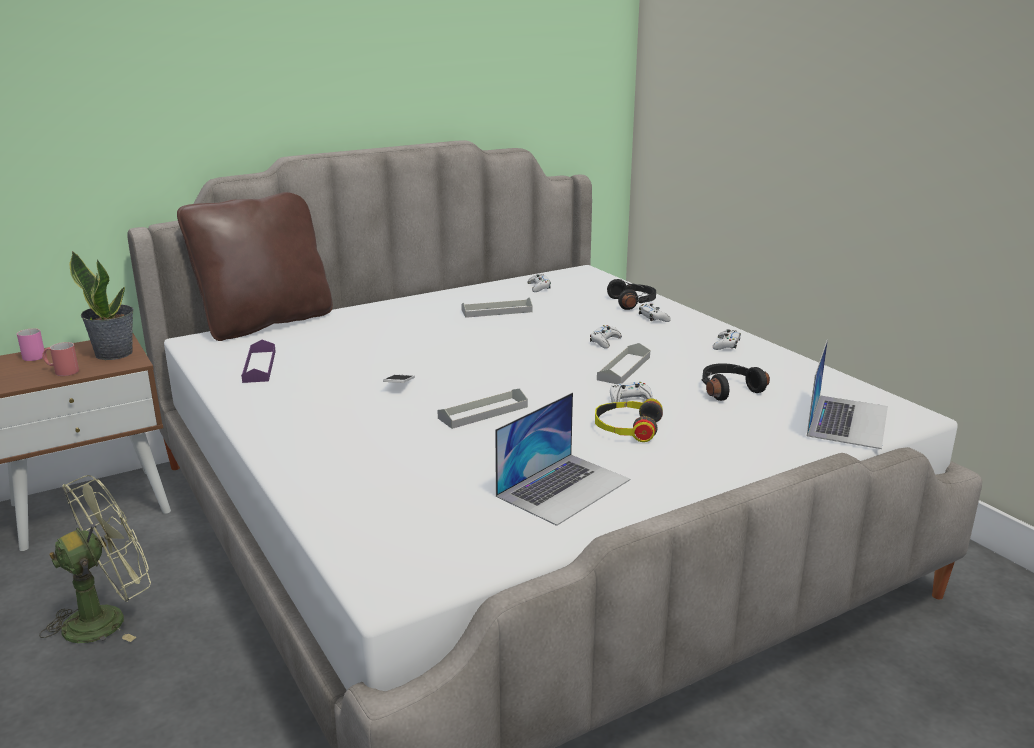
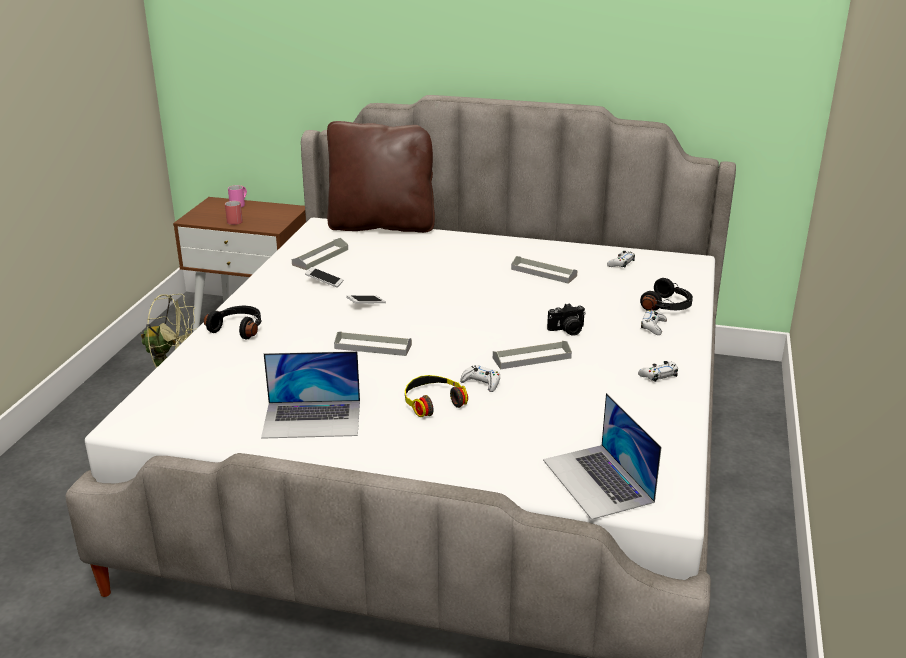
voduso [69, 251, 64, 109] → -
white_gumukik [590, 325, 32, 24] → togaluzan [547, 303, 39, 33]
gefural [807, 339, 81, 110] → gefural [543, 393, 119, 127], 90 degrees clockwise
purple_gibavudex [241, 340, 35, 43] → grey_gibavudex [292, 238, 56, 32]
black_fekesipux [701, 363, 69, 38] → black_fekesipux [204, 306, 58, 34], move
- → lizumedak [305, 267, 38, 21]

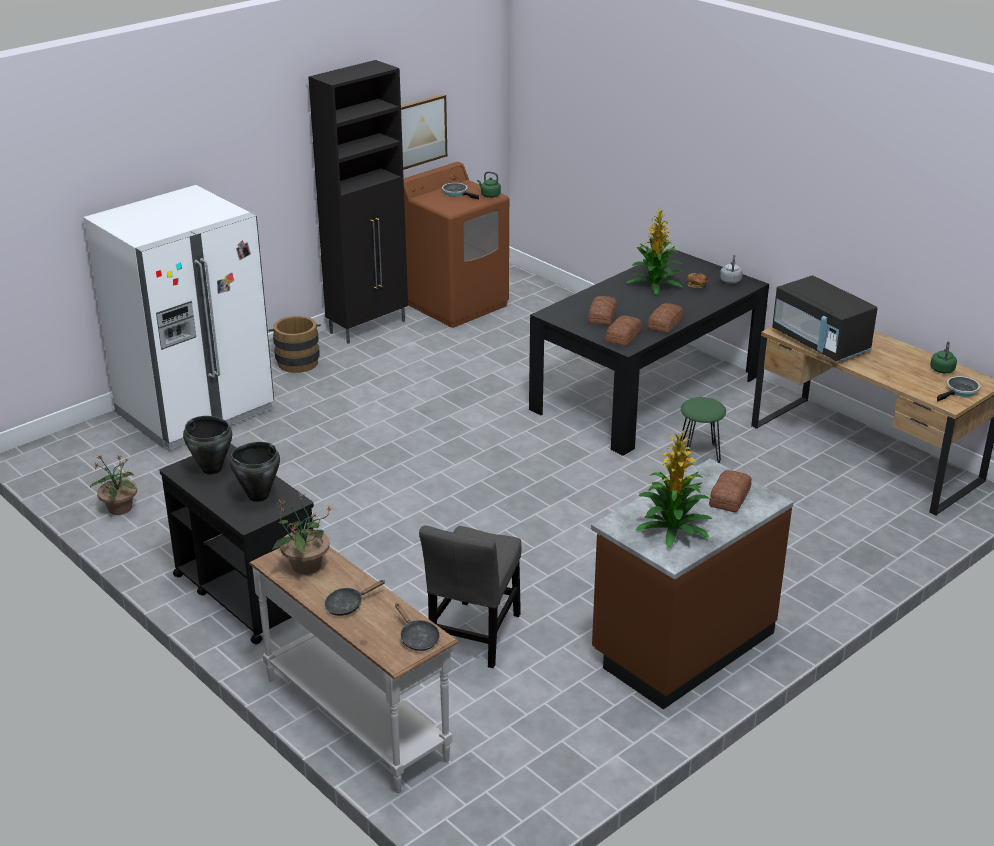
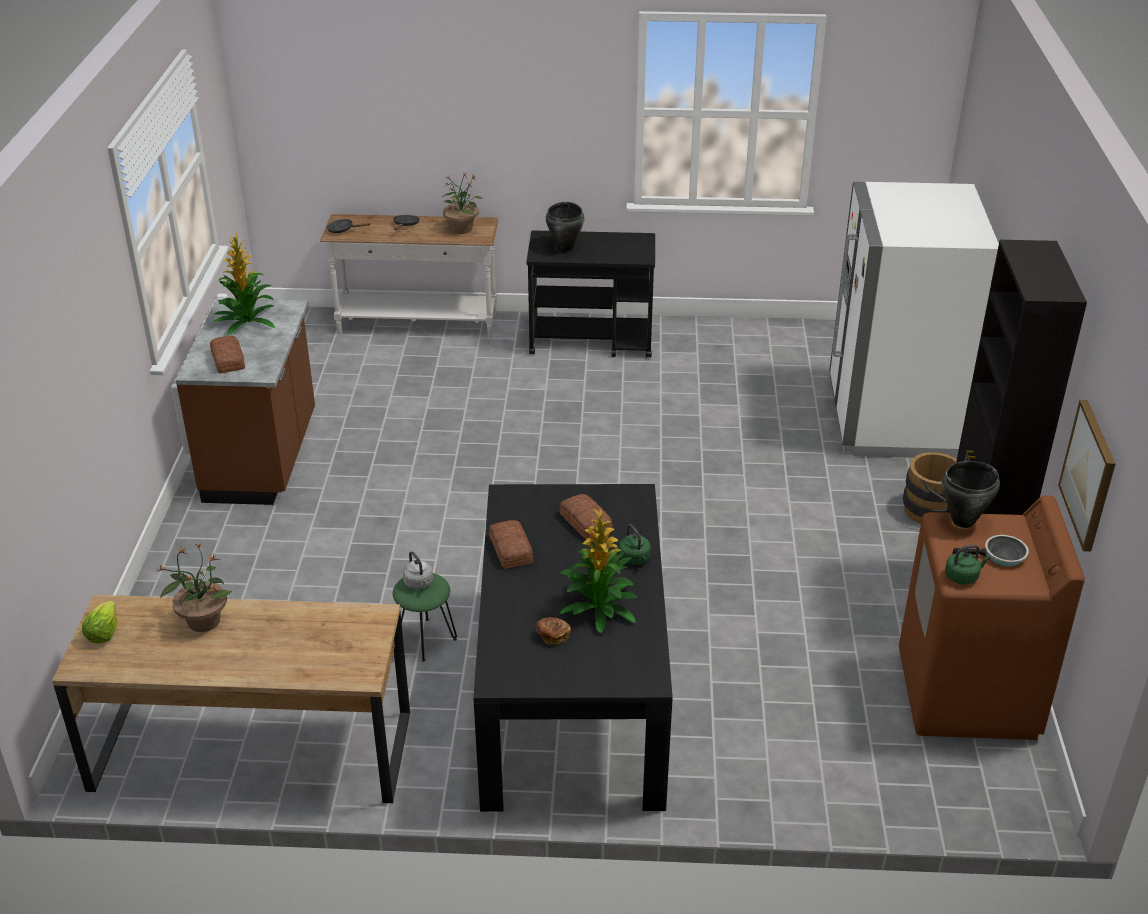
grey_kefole [720, 255, 23, 29] → grey_kefole [403, 551, 30, 38], move
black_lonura [772, 275, 106, 86] → -
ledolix [606, 316, 36, 30] → -
green_kefole [930, 341, 27, 32] → green_kefole [619, 524, 32, 41], move
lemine [937, 376, 43, 26] → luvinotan [82, 601, 35, 43]
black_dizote [183, 416, 49, 59] → black_dizote [942, 461, 58, 67], move
voduso [90, 454, 47, 61] → voduso [156, 543, 76, 89], move
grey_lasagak [419, 525, 102, 143] → -

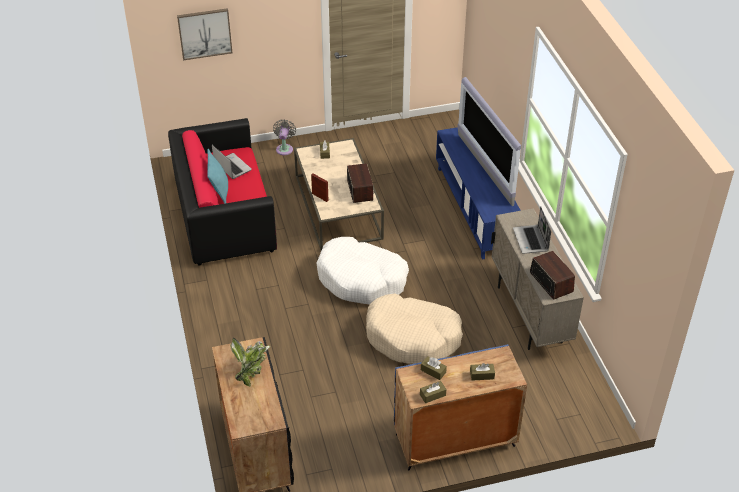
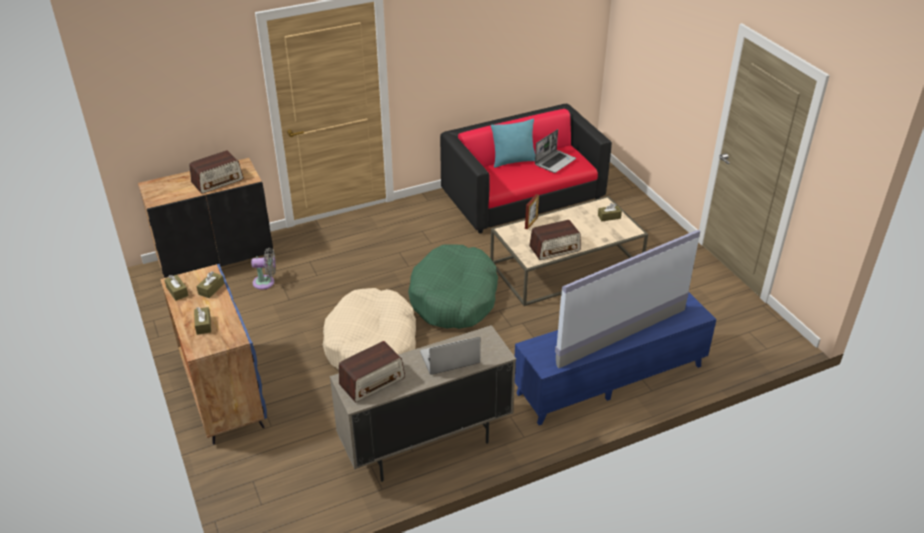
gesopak [177, 8, 56, 52] → -
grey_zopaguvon [273, 119, 23, 36] → grey_zopaguvon [251, 248, 25, 42], move
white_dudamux [316, 237, 93, 68] → green_dudamux [408, 244, 90, 85]
voduso [230, 338, 40, 49] → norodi [189, 150, 54, 44]

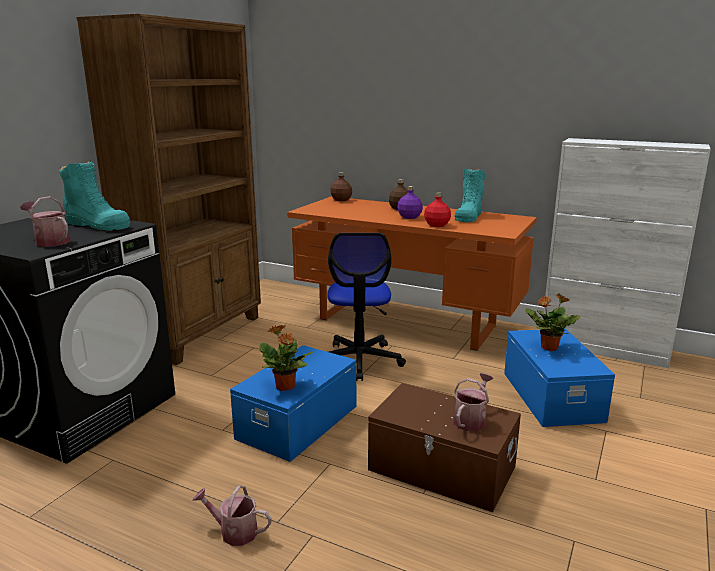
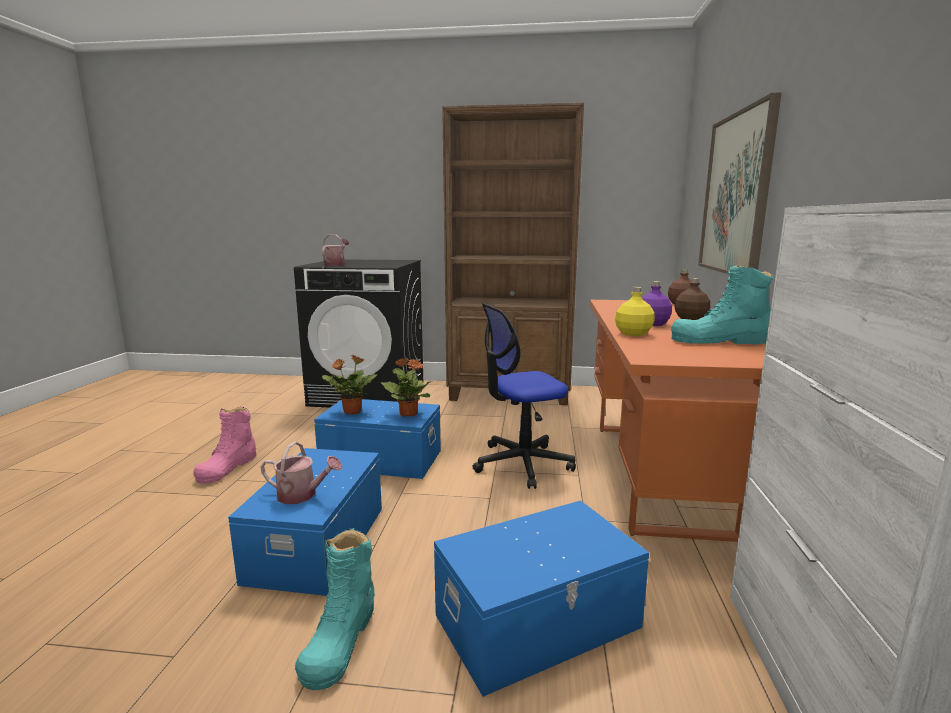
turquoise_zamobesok [59, 161, 71, 70] → turquoise_zamobesok [295, 528, 80, 162], move
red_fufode [424, 192, 27, 35] → yellow_fufode [615, 287, 40, 49]
voduso [525, 293, 56, 58] → voduso [381, 357, 51, 60], move
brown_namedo [368, 383, 153, 129] → blue_namedo [228, 448, 154, 148]
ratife [193, 486, 78, 60] → pink_zamobesok [193, 407, 63, 77]
- → gesopak [698, 92, 84, 183]

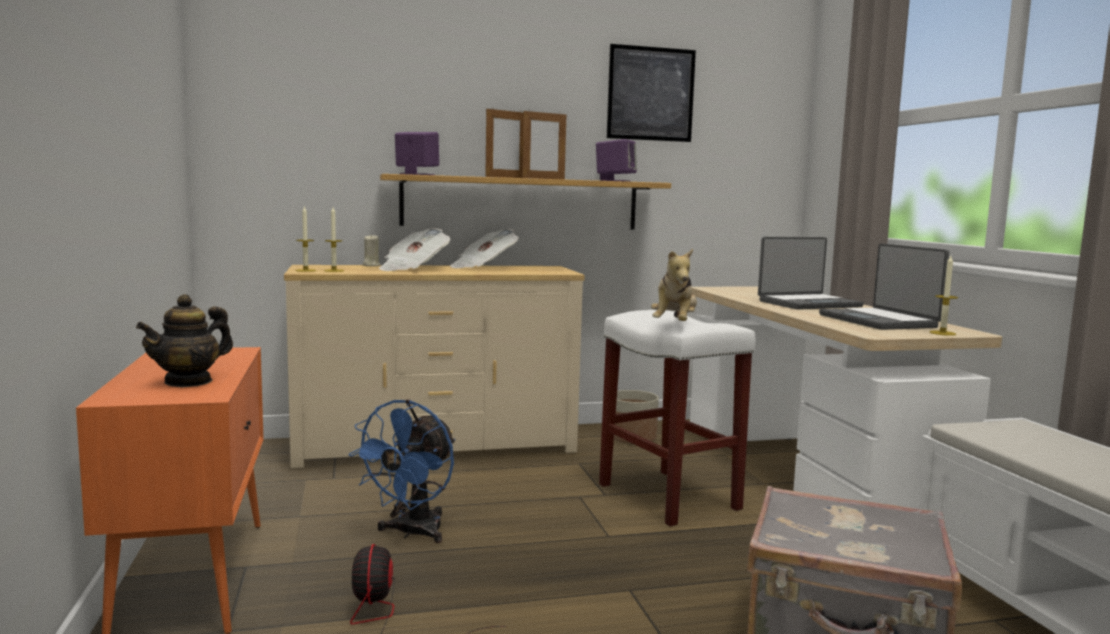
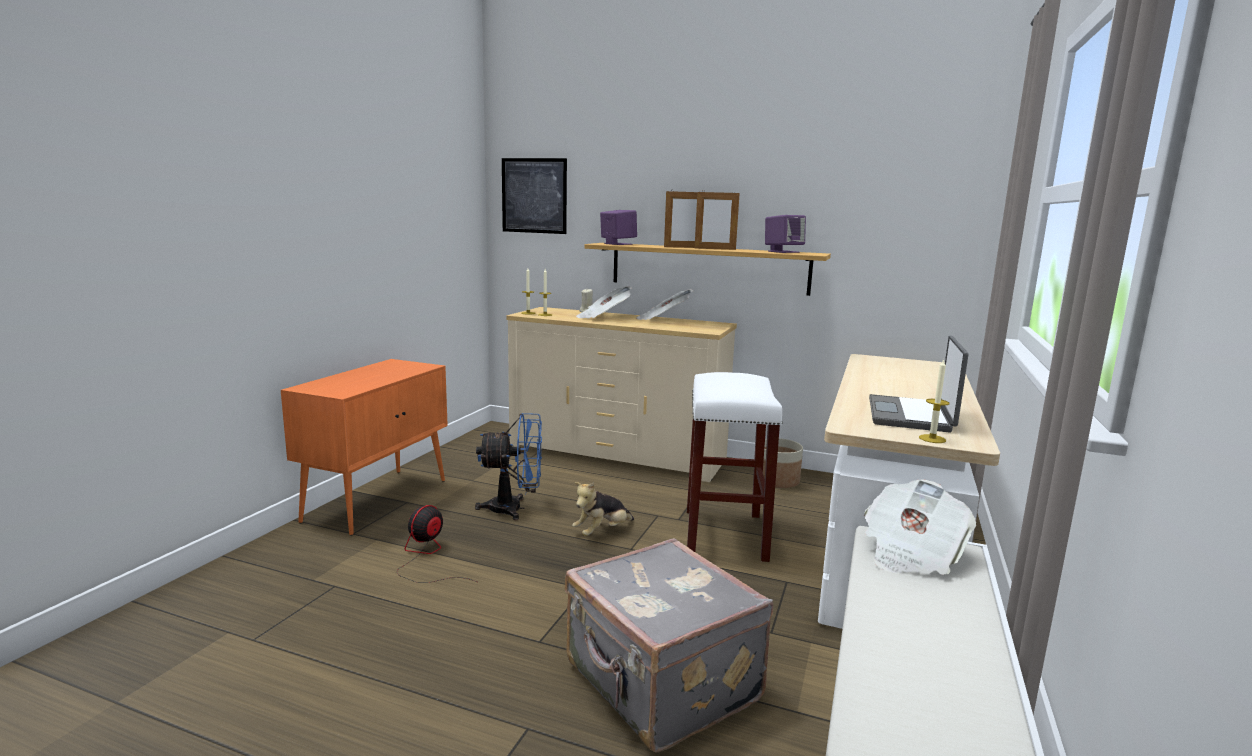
gesopak [607, 44, 89, 98] → gesopak [502, 158, 65, 76], move
gefural [758, 237, 106, 73] → -
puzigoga [651, 249, 46, 72] → puzigoga [572, 482, 62, 54], move
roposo [136, 294, 97, 93] → -
blue_zopaguvon [349, 399, 107, 144] → blue_zopaguvon [475, 413, 67, 107], 150 degrees counterclockwise
- → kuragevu [864, 479, 112, 96]

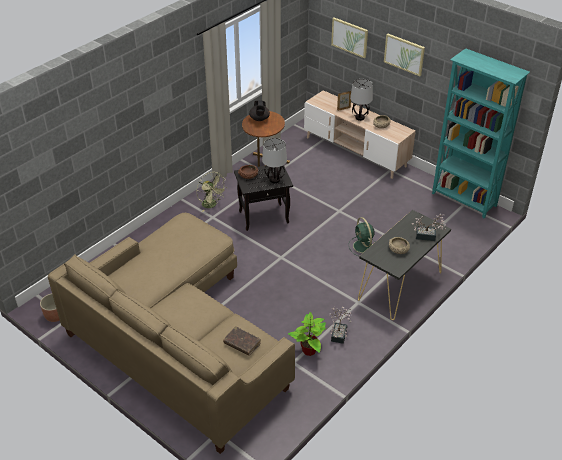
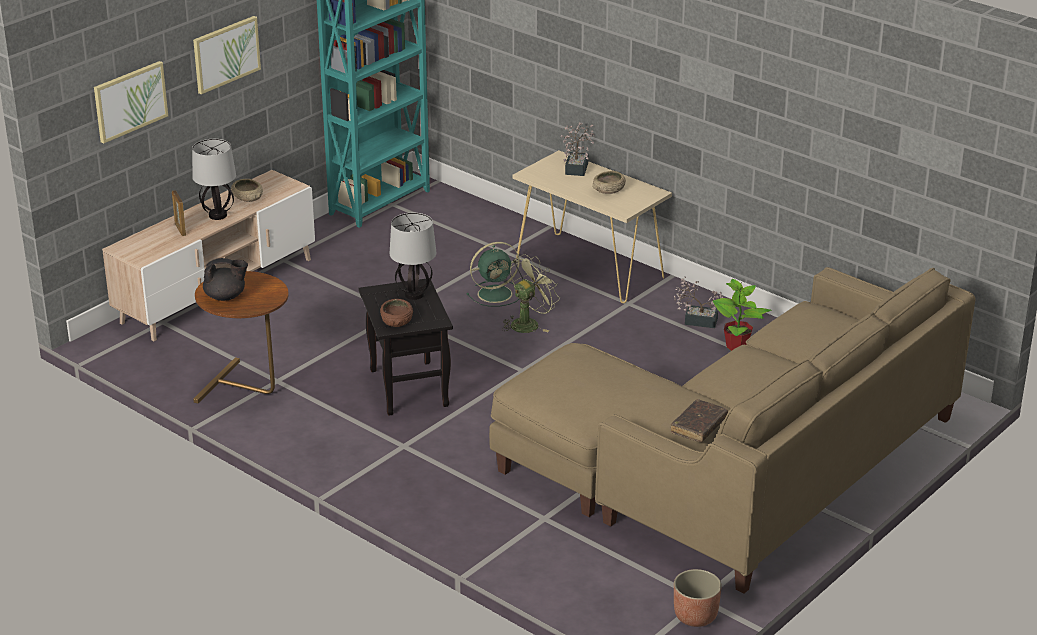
green_zopaguvon [197, 172, 29, 40] → green_zopaguvon [502, 254, 58, 79], move
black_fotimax [358, 210, 93, 110] → beige_fotimax [512, 150, 160, 153]
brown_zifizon [223, 326, 38, 30] → brown_zifizon [671, 399, 57, 43], move

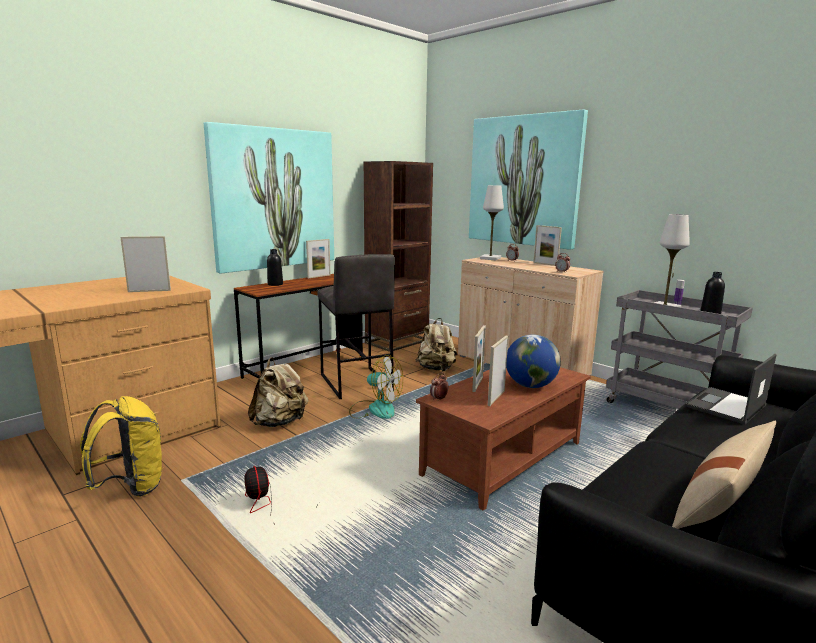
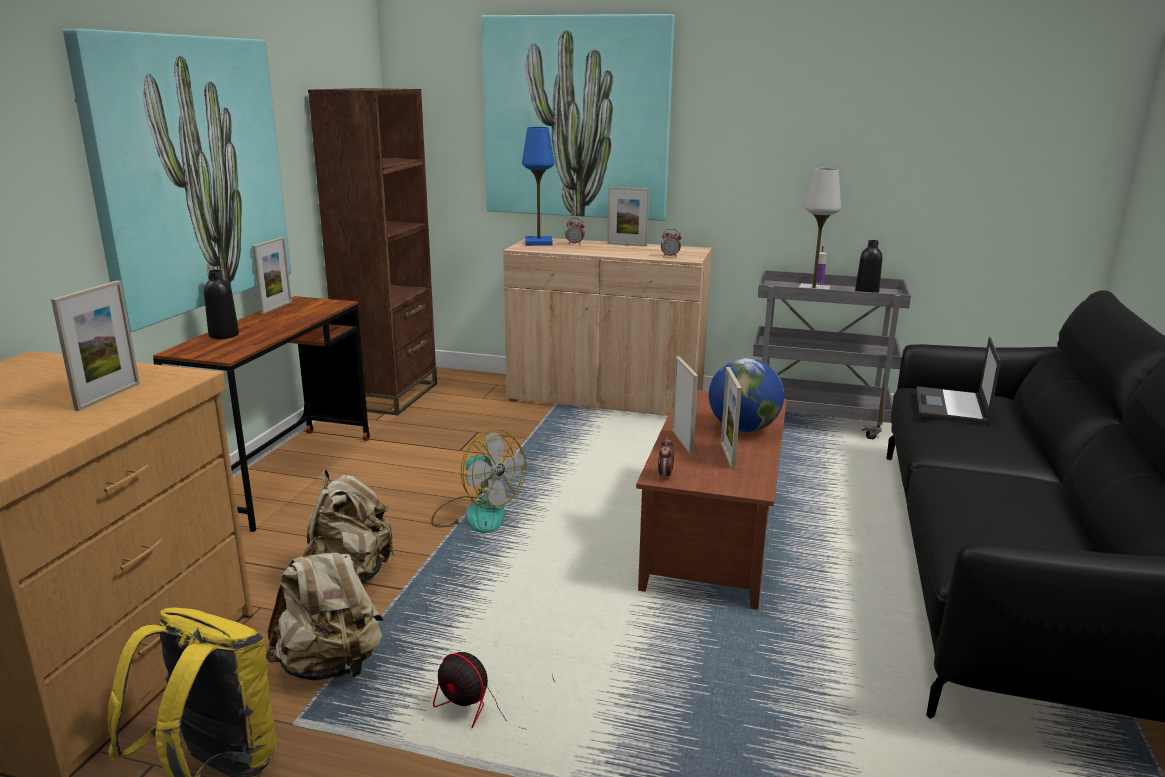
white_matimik [480, 185, 24, 75] → blue_matimik [522, 127, 32, 119]
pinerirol [120, 236, 51, 56] → pinerirol [51, 281, 89, 130], 150 degrees clockwise
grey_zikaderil [317, 254, 78, 145] → -
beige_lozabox [415, 318, 42, 54] → beige_lozabox [266, 536, 118, 145], move
zopaguvon [349, 355, 54, 64] → zopaguvon [431, 430, 95, 103], 45 degrees clockwise
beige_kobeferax [672, 421, 104, 108] → -

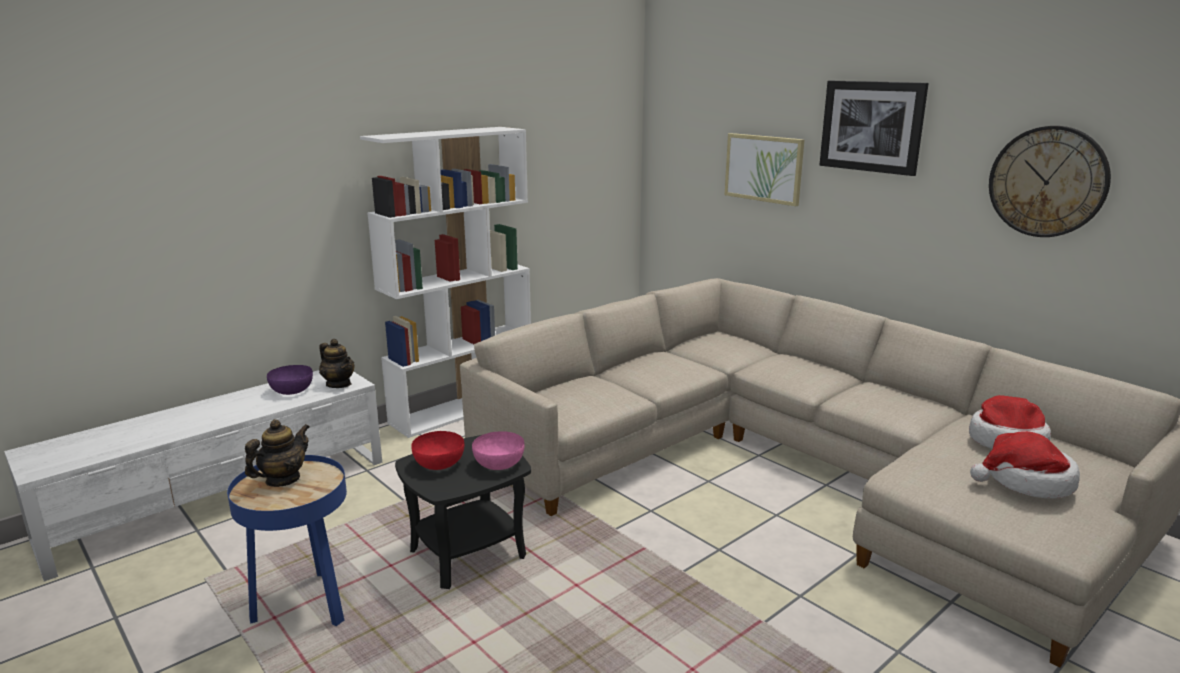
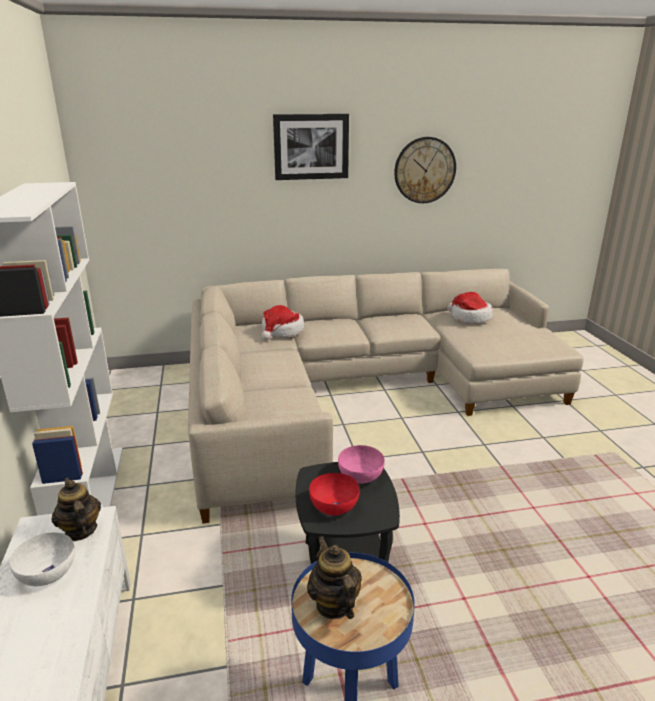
gesopak [725, 133, 79, 73] → -
roposo [319, 339, 35, 49] → roposo [52, 477, 49, 64], 105 degrees counterclockwise
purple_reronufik [267, 365, 46, 30] → white_reronufik [9, 532, 66, 54]
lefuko [970, 431, 110, 67] → lefuko [261, 305, 43, 35], move

